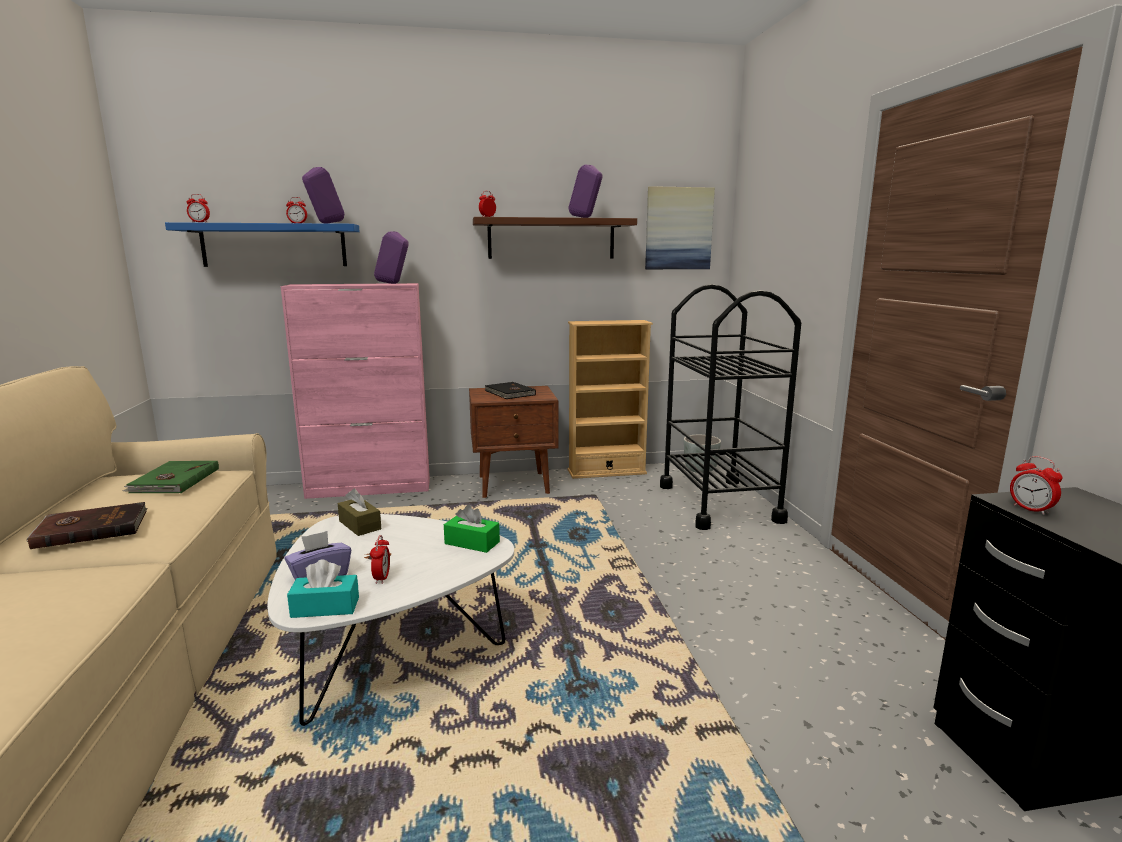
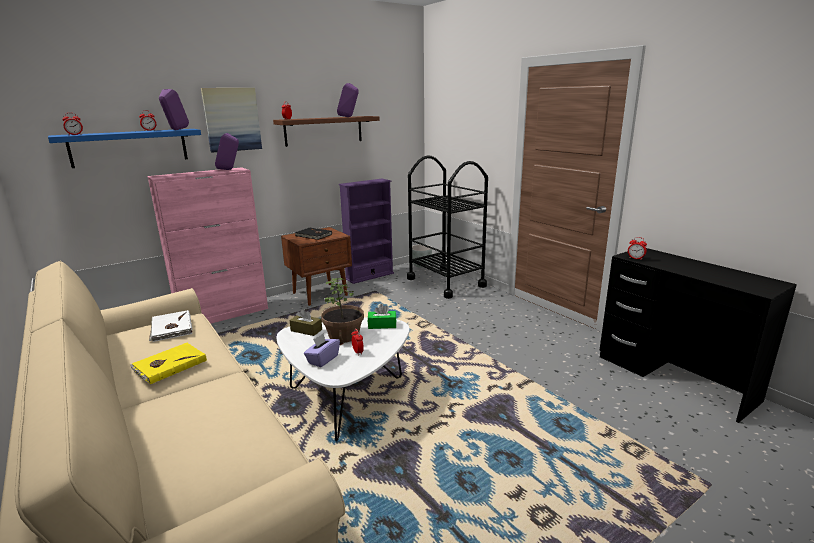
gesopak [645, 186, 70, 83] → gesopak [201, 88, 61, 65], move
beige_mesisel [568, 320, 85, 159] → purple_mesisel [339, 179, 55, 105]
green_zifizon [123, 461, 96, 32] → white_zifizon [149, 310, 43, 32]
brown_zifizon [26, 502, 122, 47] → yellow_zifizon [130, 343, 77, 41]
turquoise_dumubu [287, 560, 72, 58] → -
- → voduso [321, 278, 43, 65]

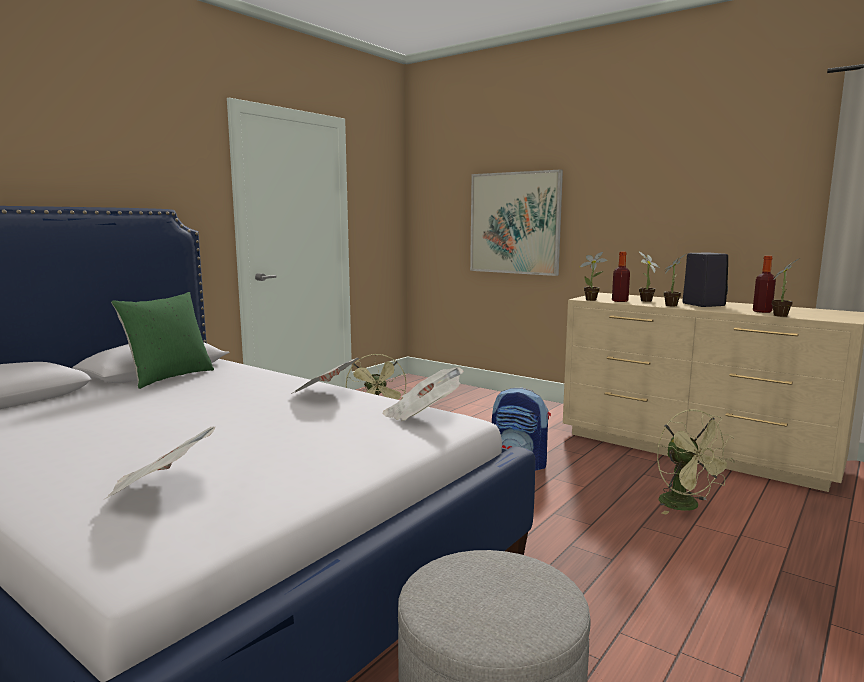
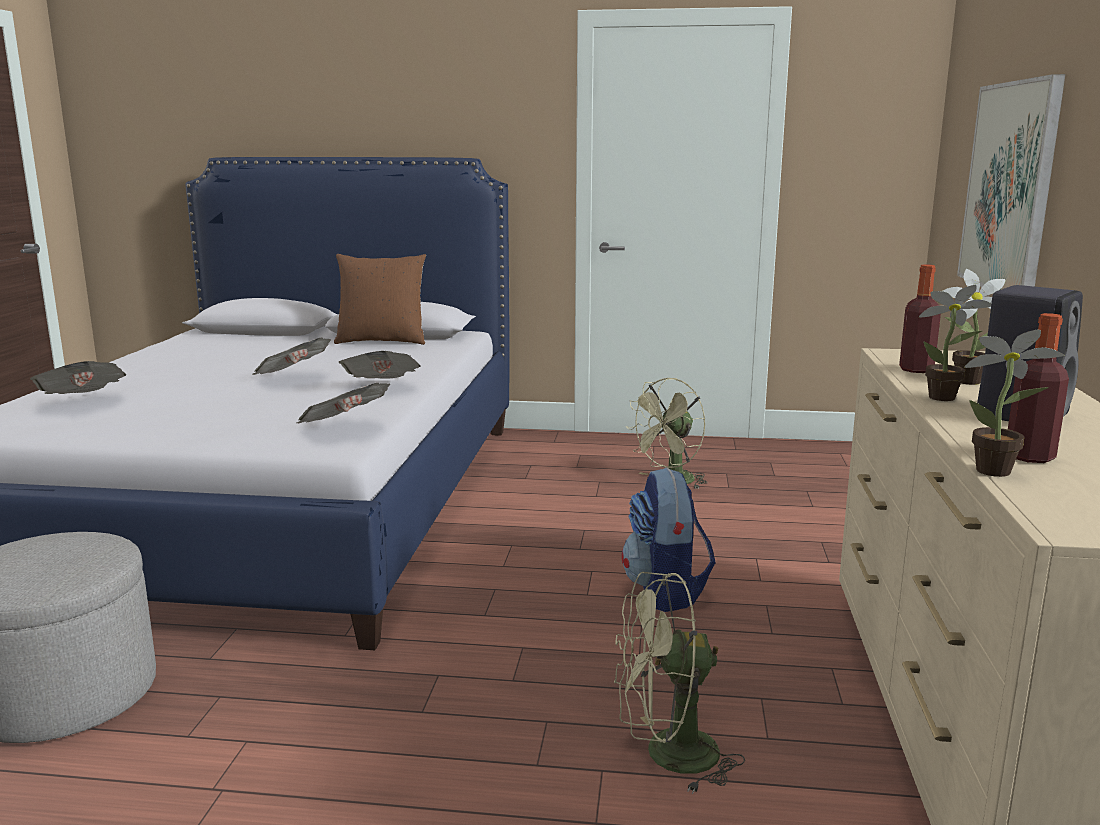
voduso [580, 252, 28, 49] → -
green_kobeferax [111, 292, 103, 97] → brown_kobeferax [334, 254, 92, 91]
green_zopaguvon [657, 409, 78, 106] → green_zopaguvon [614, 572, 131, 222], 45 degrees clockwise
- → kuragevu [252, 338, 79, 37]

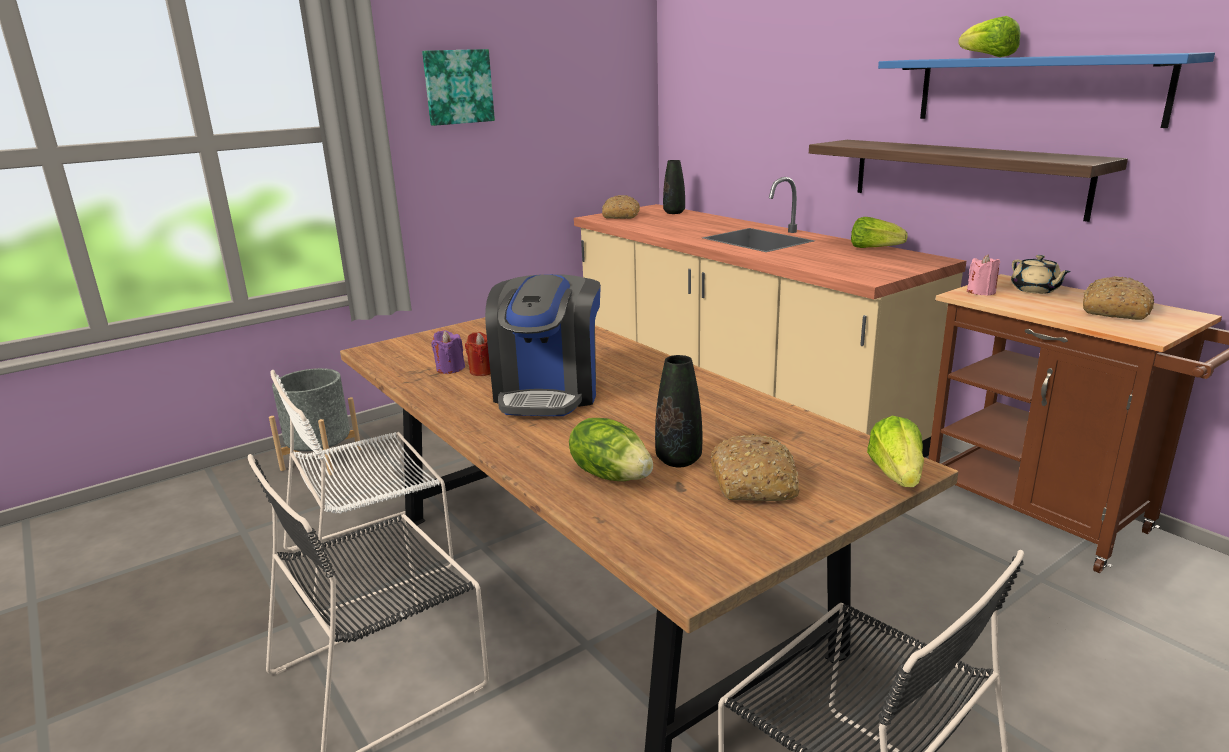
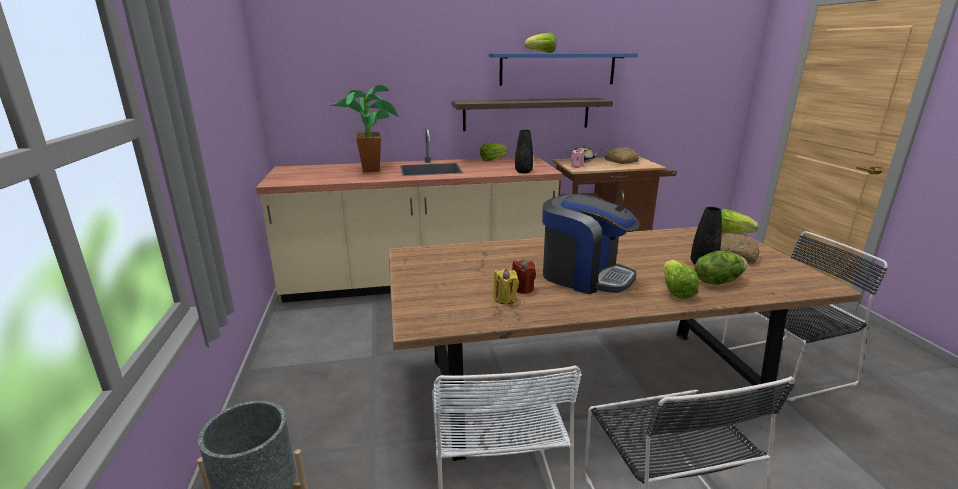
gesopak [422, 49, 73, 77] → -
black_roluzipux [663, 160, 22, 54] → black_roluzipux [515, 130, 18, 43], move
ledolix [602, 195, 38, 24] → -
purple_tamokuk [431, 330, 34, 44] → yellow_tamokuk [493, 269, 26, 35]
- → voduso [332, 85, 67, 87]
- → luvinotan [663, 260, 36, 39]

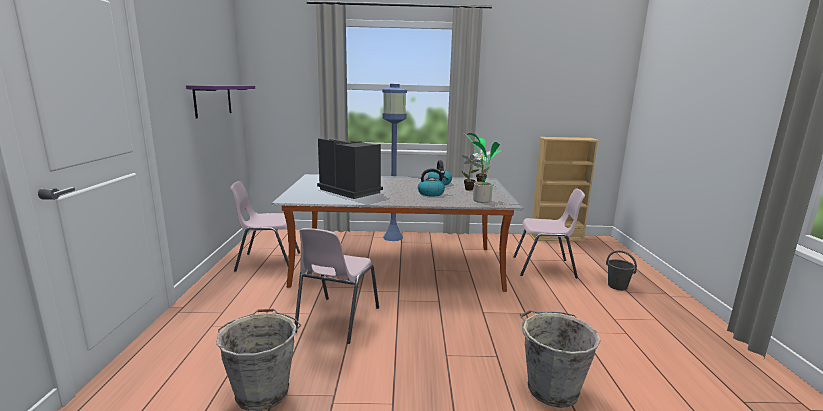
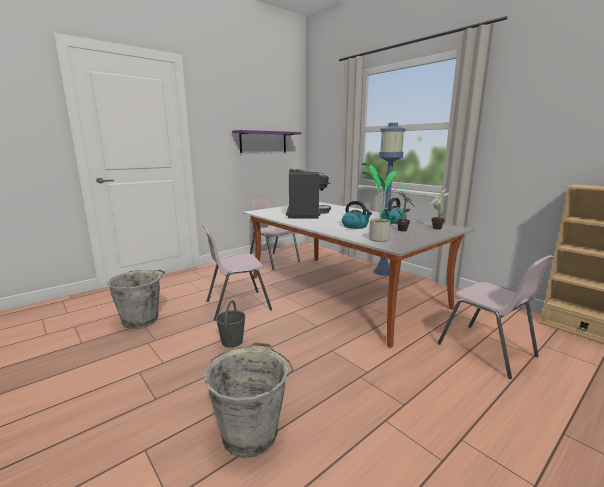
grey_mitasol [606, 250, 31, 40] → grey_mitasol [216, 300, 30, 48], move

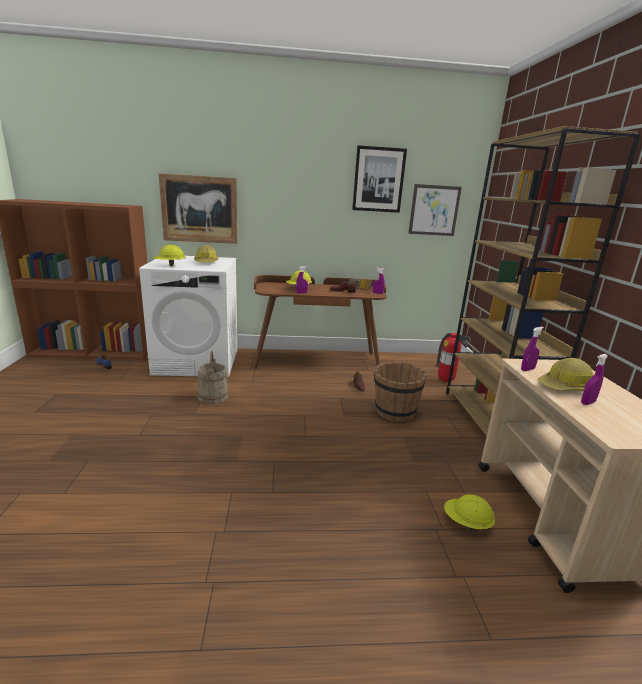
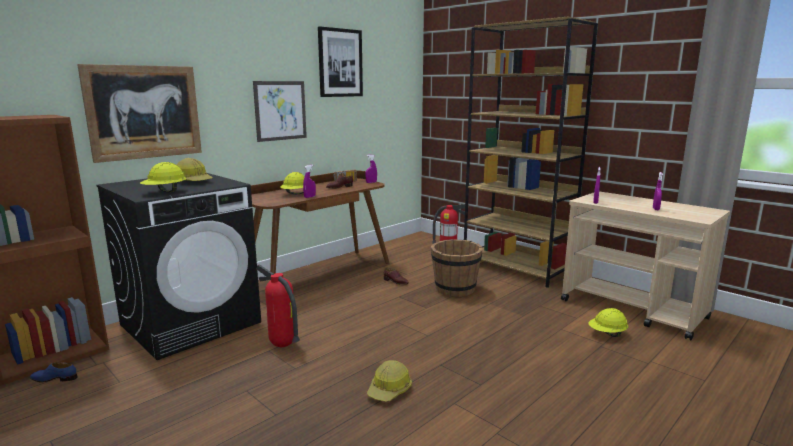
gesopak [408, 184, 54, 52] → gesopak [253, 81, 54, 61], move
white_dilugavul [139, 256, 98, 121] → black_dilugavul [96, 173, 165, 187]
beige_mitasol [197, 351, 32, 53] → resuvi [256, 264, 44, 83]
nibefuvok [537, 358, 57, 33] → nibefuvok [367, 360, 45, 42], move

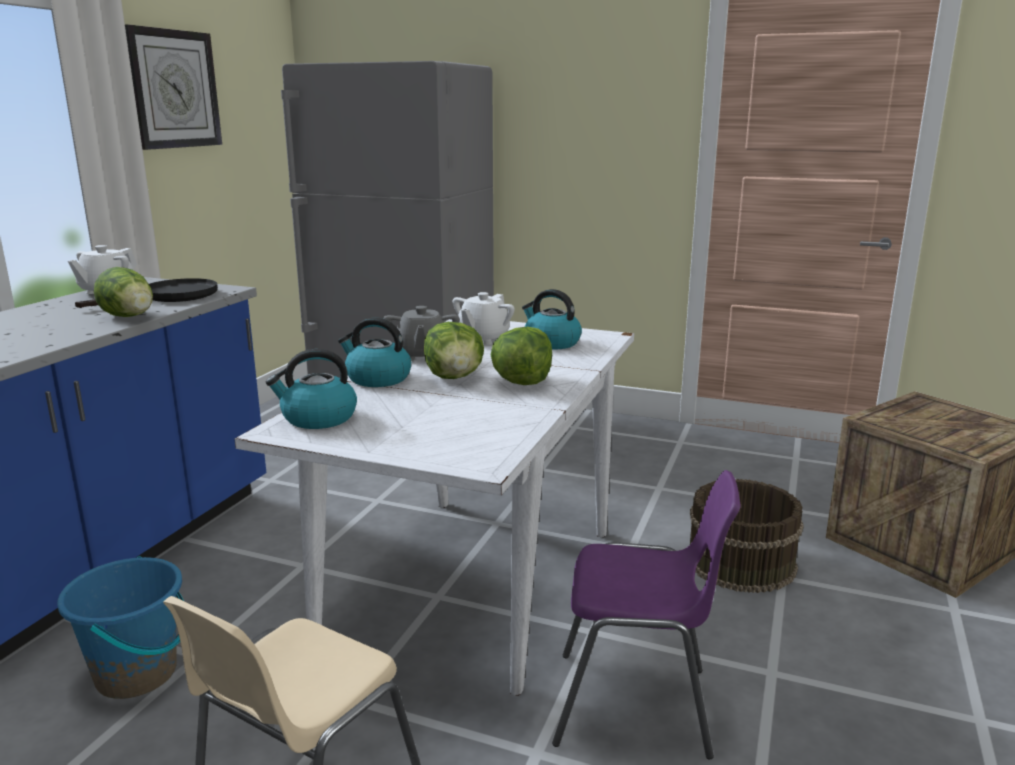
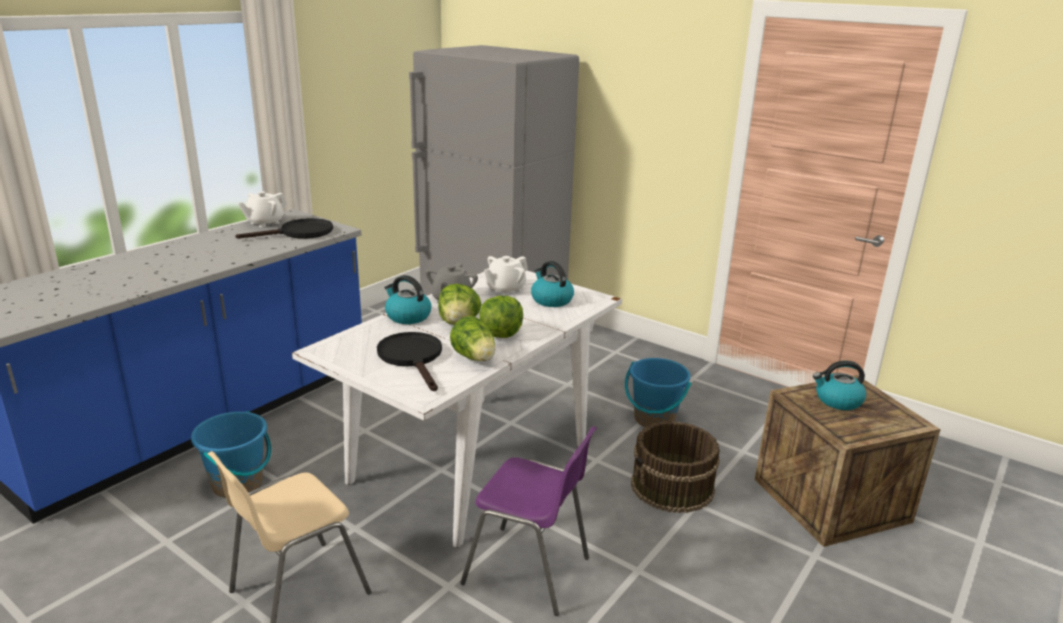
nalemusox [125, 24, 97, 126] → -
luvinotan [94, 267, 59, 50] → luvinotan [450, 316, 45, 45], move
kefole [266, 349, 91, 80] → kefole [813, 360, 53, 50], move
- → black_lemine [377, 332, 65, 59]
- → blue_mitasol [625, 358, 66, 70]

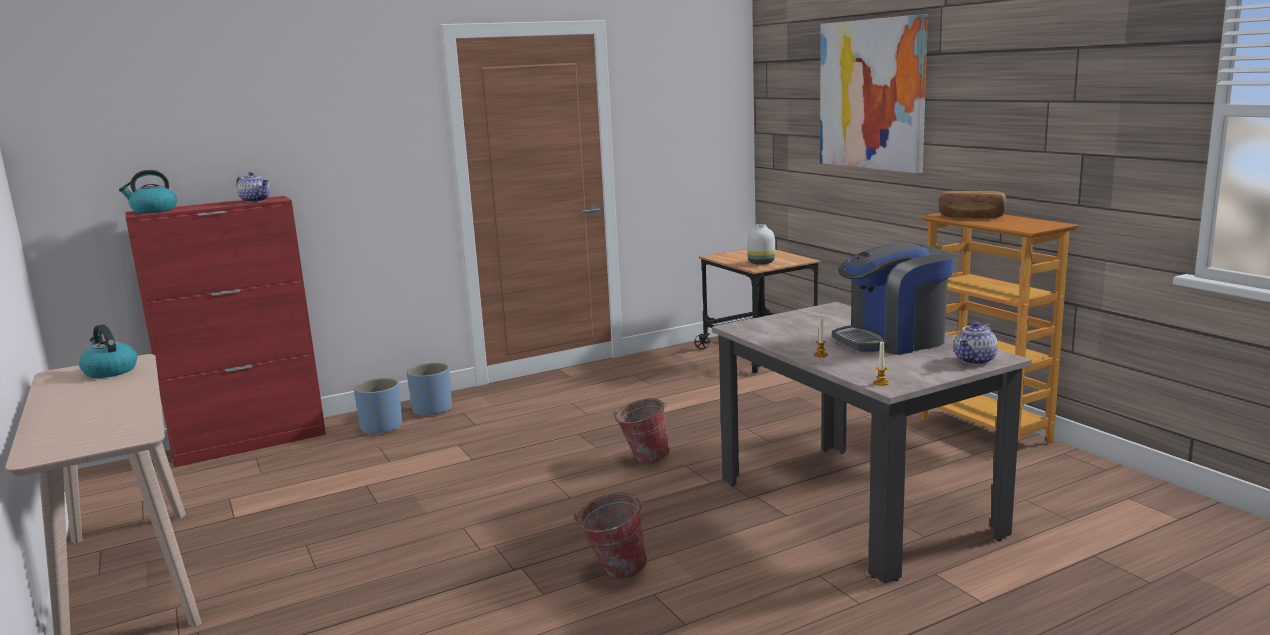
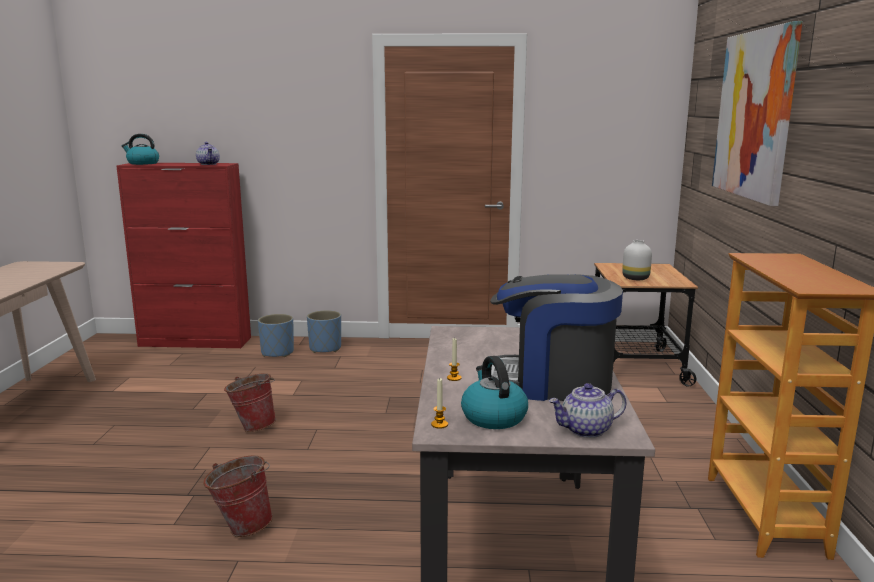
ledolix [939, 191, 67, 27] → -
kefole [79, 324, 58, 54] → kefole [461, 356, 67, 73], move
mitasol [613, 398, 57, 66] → mitasol [224, 373, 52, 59], move

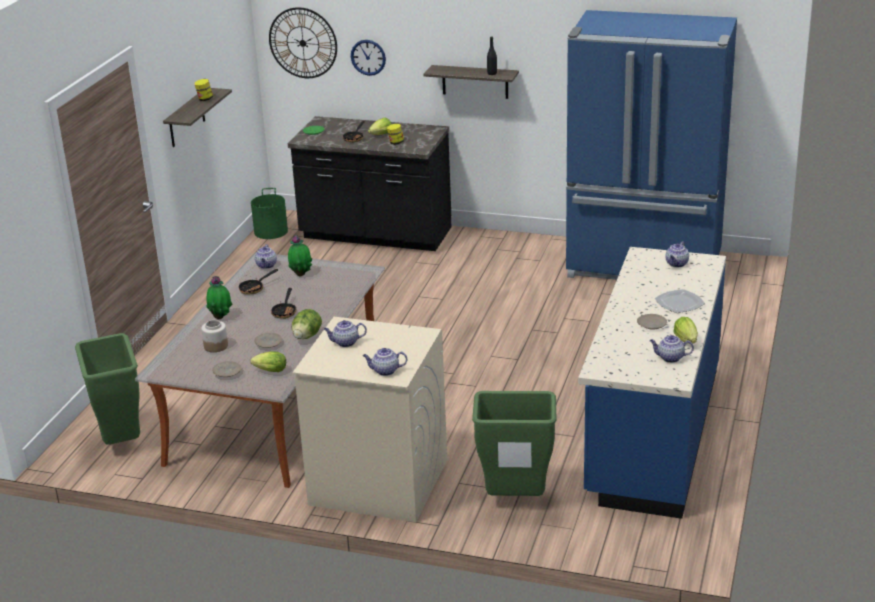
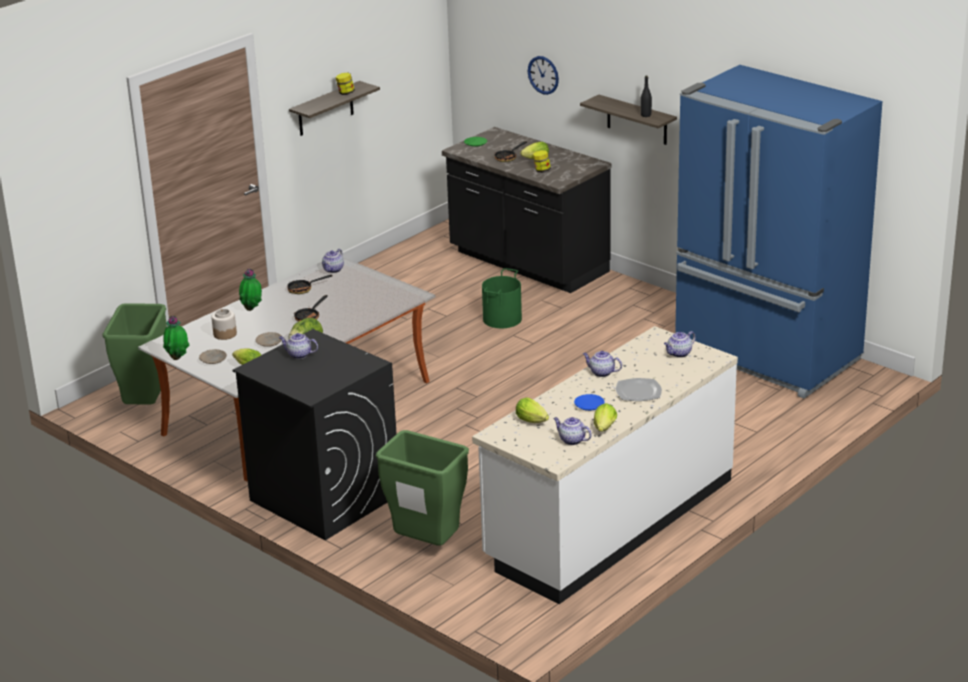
nalemusox [269, 7, 68, 71] → -
green_mitasol [251, 188, 37, 51] → green_mitasol [482, 268, 40, 60], move
voduso [288, 235, 24, 42] → voduso [163, 316, 26, 44], move
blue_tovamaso [578, 247, 148, 272] → white_tovamaso [472, 326, 266, 278]
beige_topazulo [637, 314, 30, 15] → blue_topazulo [574, 394, 30, 17]
beige_dilugavul [292, 317, 155, 205] → black_dilugavul [233, 329, 164, 211]
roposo [363, 348, 44, 28] → roposo [583, 351, 39, 26], move
- → luvinotan [516, 397, 33, 26]

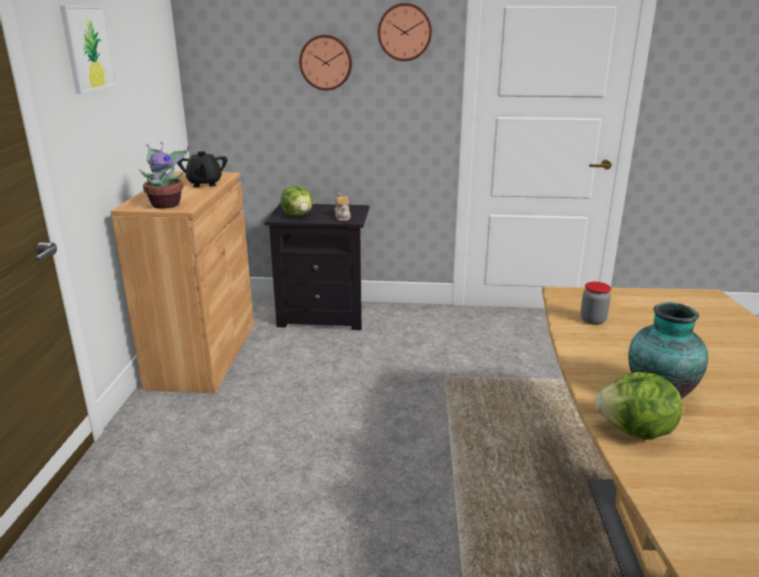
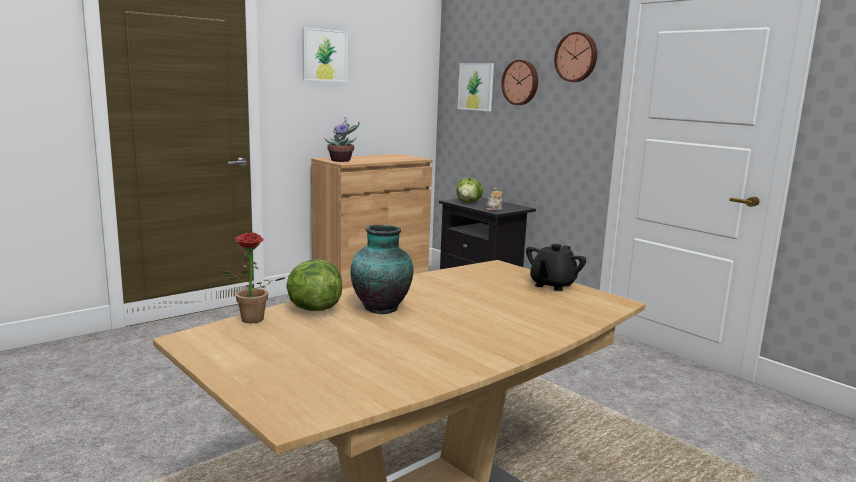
black_roposo [177, 151, 50, 36] → black_roposo [526, 244, 60, 47], move
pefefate [580, 282, 31, 43] → -
- → gesopak [458, 63, 36, 48]
- → voduso [222, 233, 63, 90]

